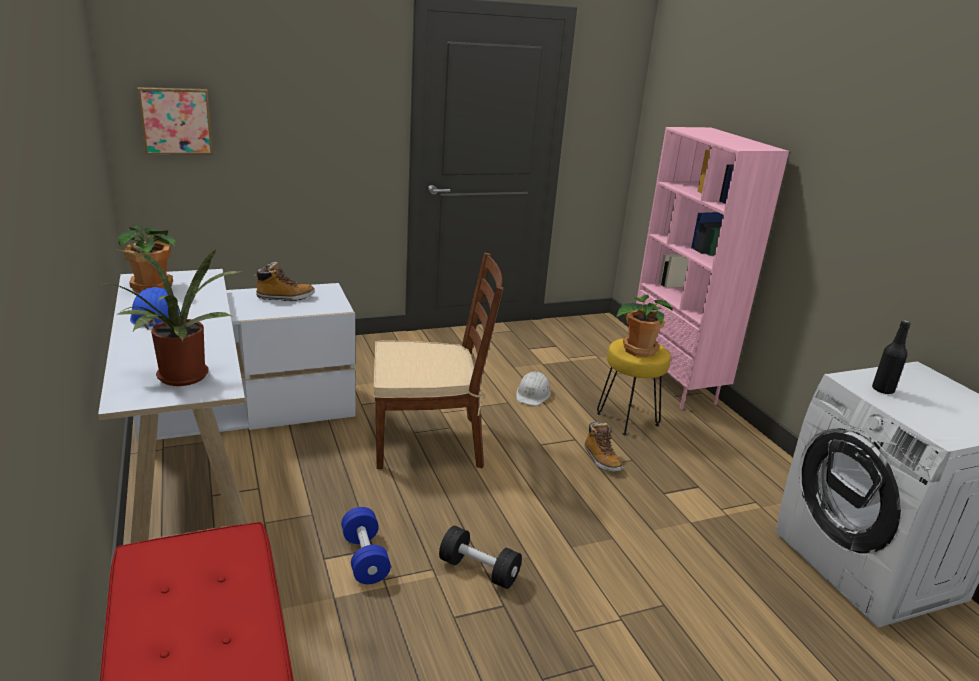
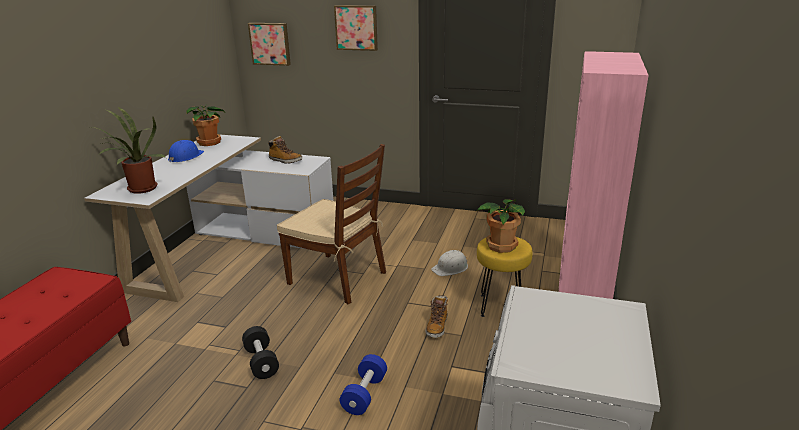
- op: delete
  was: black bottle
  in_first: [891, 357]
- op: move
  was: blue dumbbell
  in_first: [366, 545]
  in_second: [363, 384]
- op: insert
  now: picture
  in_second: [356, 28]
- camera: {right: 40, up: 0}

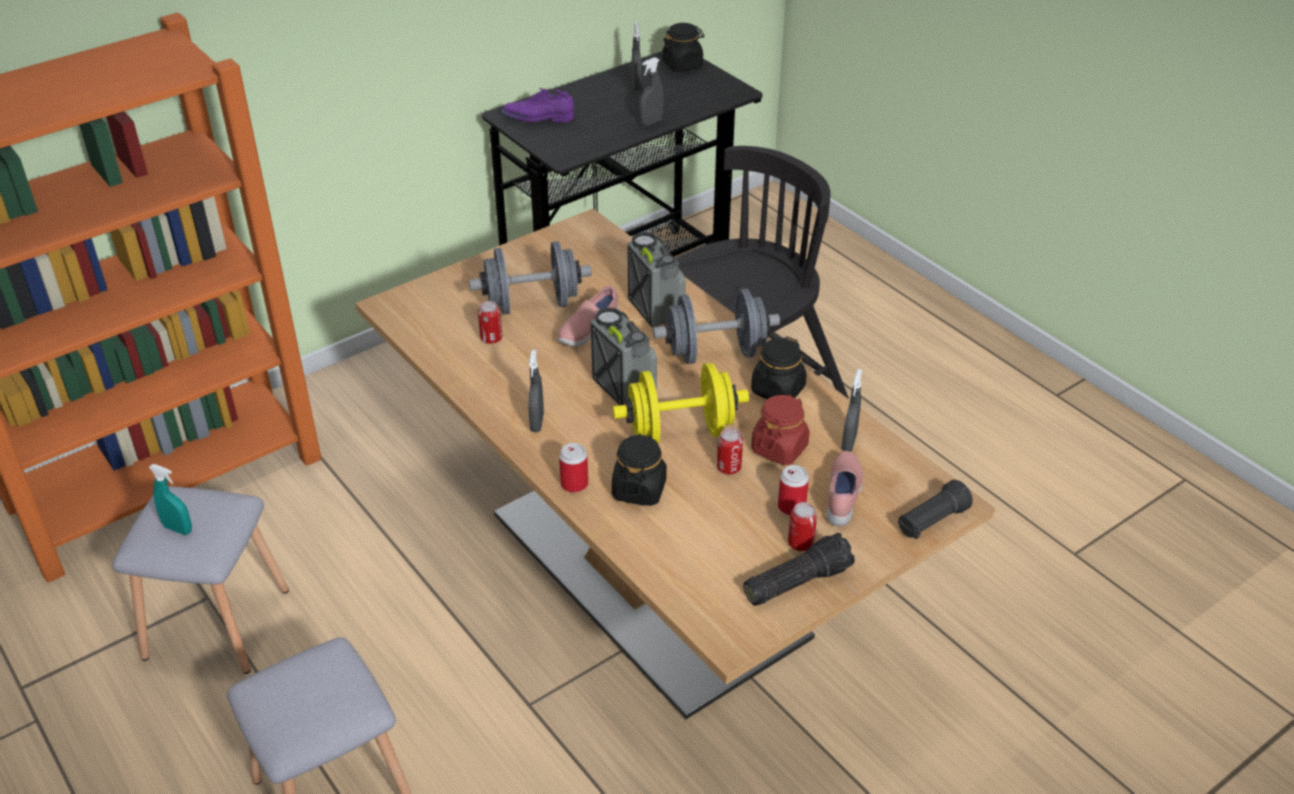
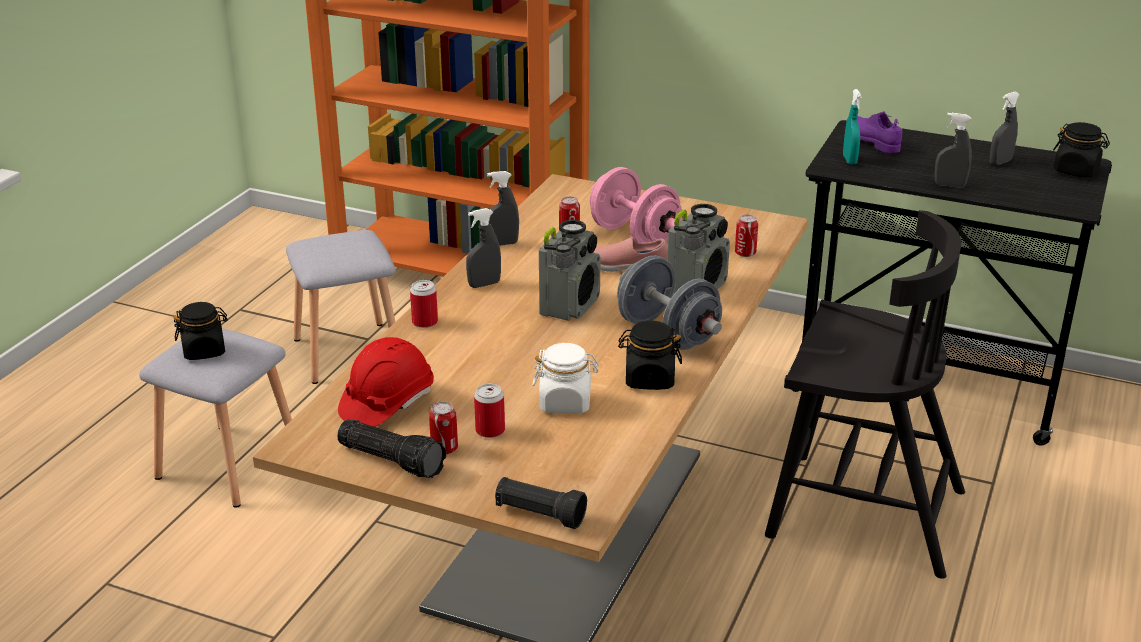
- op: recolor
  was: grey dumbbell
  now: pink dumbbell
  in_first: [530, 277]
  in_second: [636, 205]
- op: delete
  was: yellow dumbbell
  in_first: [681, 403]
- op: move
  was: grey spray bottle
  in_first: [851, 410]
  in_second: [503, 208]
- op: recolor
  was: red jar
  now: white jar
  in_first: [780, 430]
  in_second: [566, 378]
- op: move
  was: can
  in_first: [730, 451]
  in_second: [746, 235]
- op: move
  was: black jar
  in_first: [639, 469]
  in_second: [201, 331]
- op: delete
  was: pink shoe
  in_first: [844, 488]
- op: move
  was: turquoise spray bottle
  in_first: [170, 499]
  in_second: [852, 126]
- op: insert
  now: red hard hat
  in_second: [386, 382]
- camera: {right: 60, up: -10}

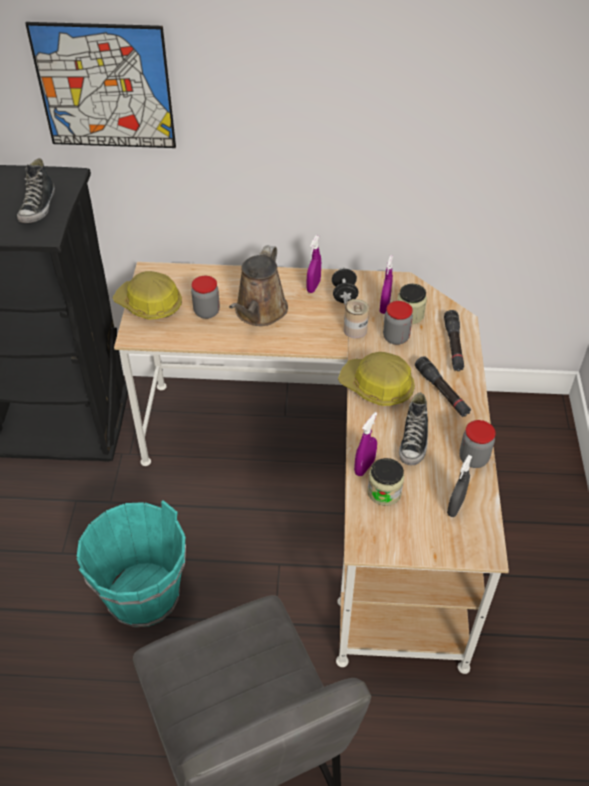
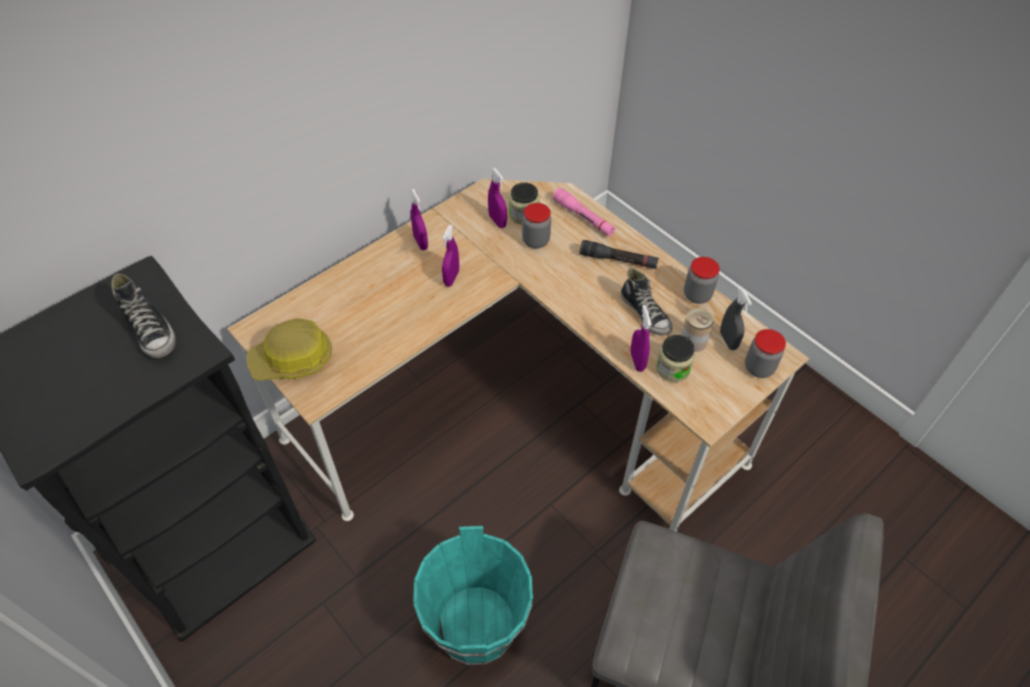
- op: delete
  was: picture
  in_first: [100, 85]
- op: delete
  was: brown watering can
  in_first: [258, 285]
- op: delete
  was: black dumbbell
  in_first: [345, 286]
- op: move
  was: jar
  in_first: [205, 297]
  in_second: [765, 353]
- op: move
  was: can
  in_first: [356, 319]
  in_second: [697, 330]
- op: recolor
  was: black flashlight
  now: pink flashlight
  in_first: [454, 340]
  in_second: [584, 212]
- op: delete
  was: hard hat
  in_first: [376, 379]
- op: insert
  now: purple spray bottle
  in_second: [450, 256]
- camera: {right: -45, up: 5}

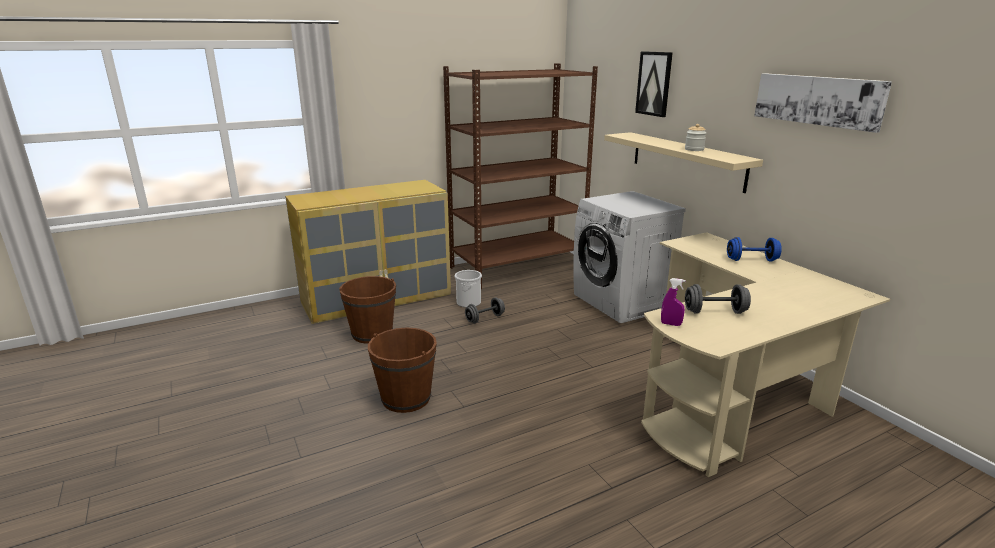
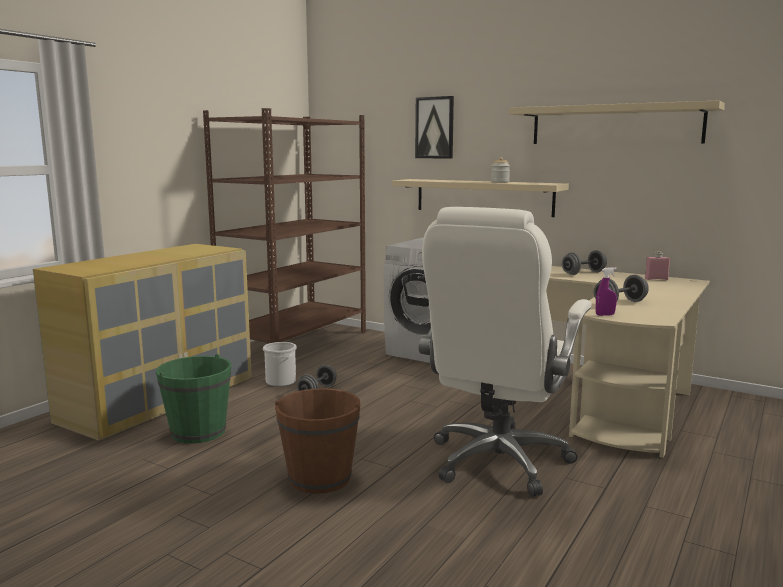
- op: replace
  was: picture
  now: beige shelf
  in_first: [823, 103]
  in_second: [617, 122]
- op: recolor
  was: blue dumbbell
  now: grey dumbbell
  in_first: [754, 249]
  in_second: [584, 262]
- op: recolor
  was: brown bucket
  now: green bucket
  in_first: [367, 310]
  in_second: [194, 399]
- op: insert
  now: white office chair
  in_second: [505, 352]
- op: insert
  now: pink bottle
  in_second: [657, 265]
- camera: {right: -30, up: -10}

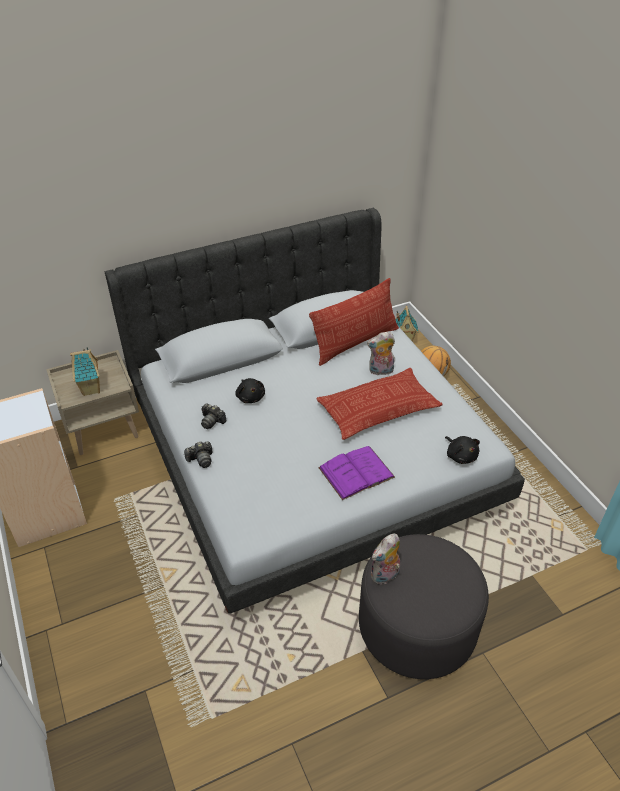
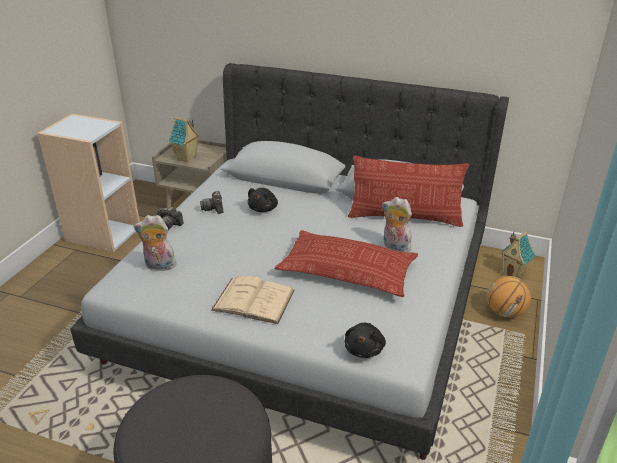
- op: recolor
  was: purple book
  now: beige book
  in_first: [356, 473]
  in_second: [253, 299]
- op: move
  was: plush toy
  in_first: [385, 559]
  in_second: [154, 243]
- camera: {right: 45, up: -10}

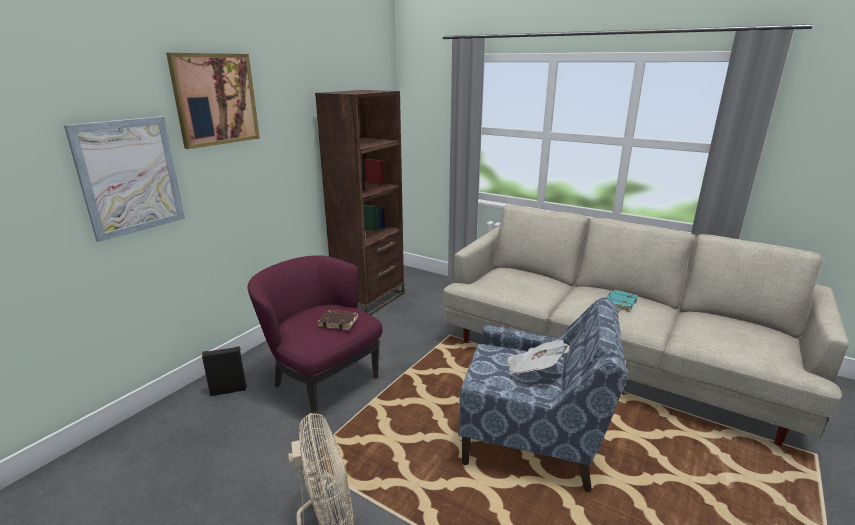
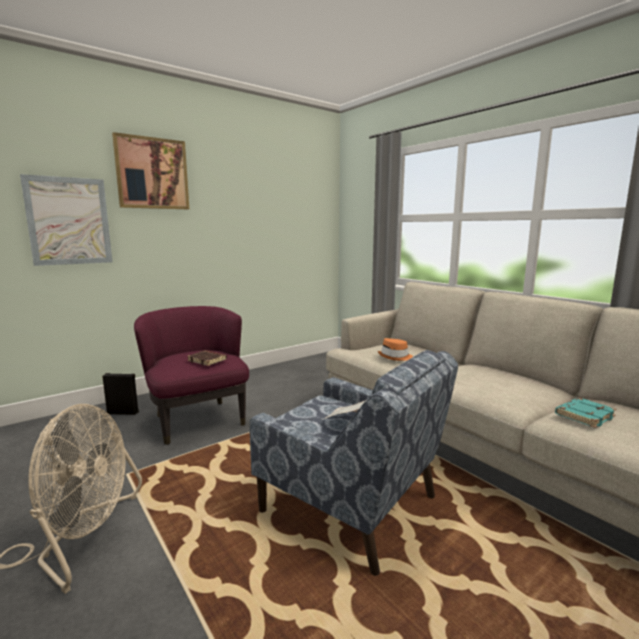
- op: delete
  was: brown bookcase
  in_first: [359, 202]
- op: move
  was: turquoise book
  in_first: [622, 300]
  in_second: [585, 412]
- op: insert
  now: orange hat
  in_second: [395, 349]
- camera: {right: 20, up: -10}

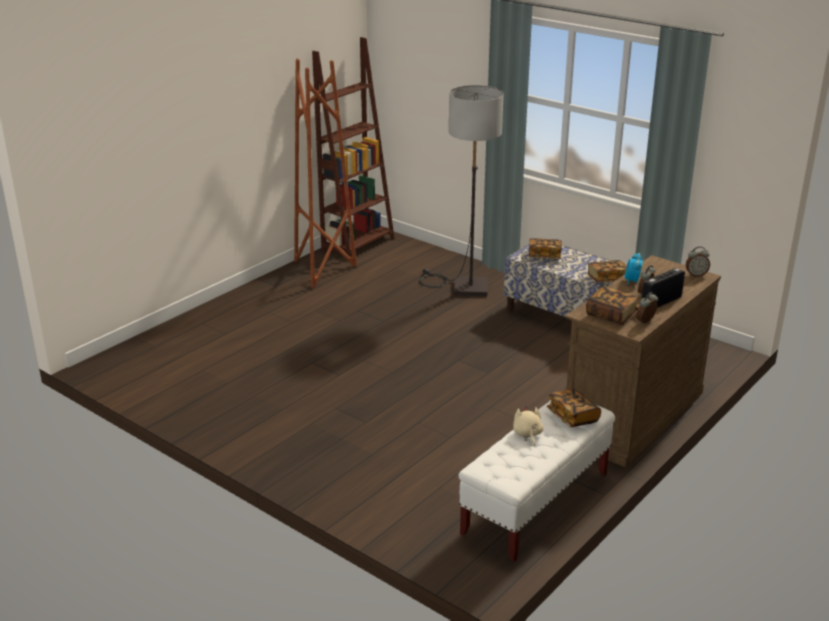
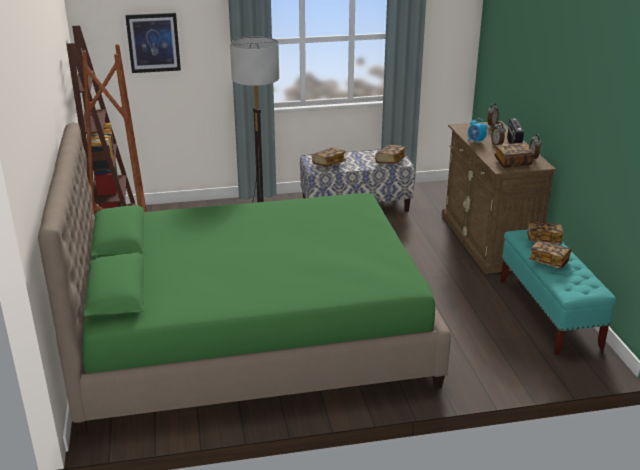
- op: recolor
  was: white bench
  now: turquoise bench
  in_first: [537, 481]
  in_second: [558, 292]
- op: replace
  was: beige plush toy
  now: book
  in_first: [528, 426]
  in_second: [550, 254]
- op: insert
  now: picture
  in_second: [153, 43]
- op: insert
  now: green bed
  in_second: [244, 278]
- camera: {right: -50, up: 0}

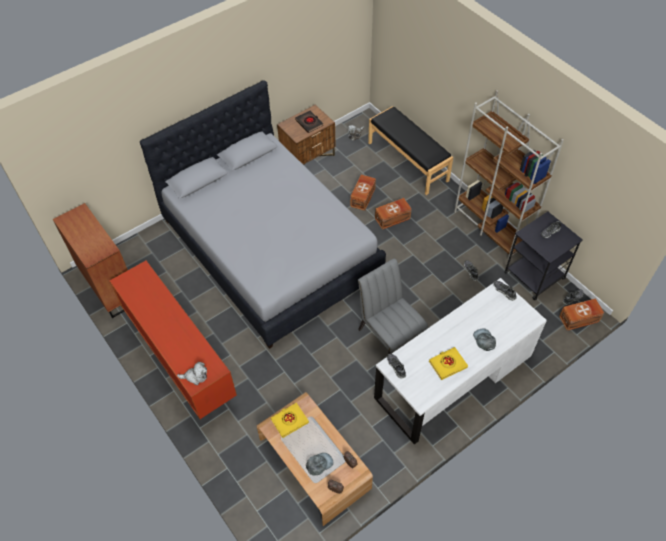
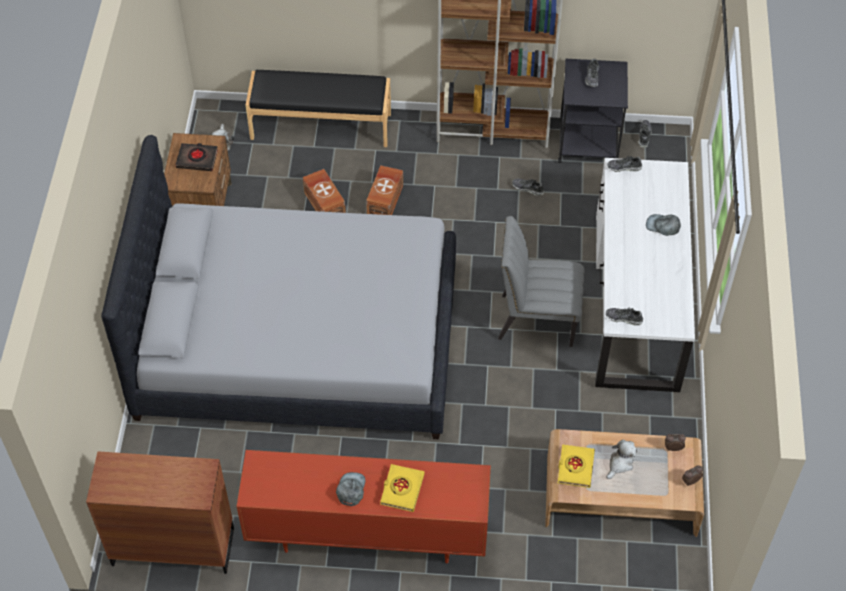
- op: delete
  was: brown storage box
  in_first: [581, 314]
- op: move
  was: yellow book
  in_first: [448, 363]
  in_second: [402, 488]
- op: move
  was: plush toy
  in_first: [192, 373]
  in_second: [621, 459]
- op: move
  was: grey cap
  in_first: [319, 464]
  in_second: [350, 489]
- camera: {right: -50, up: 0}

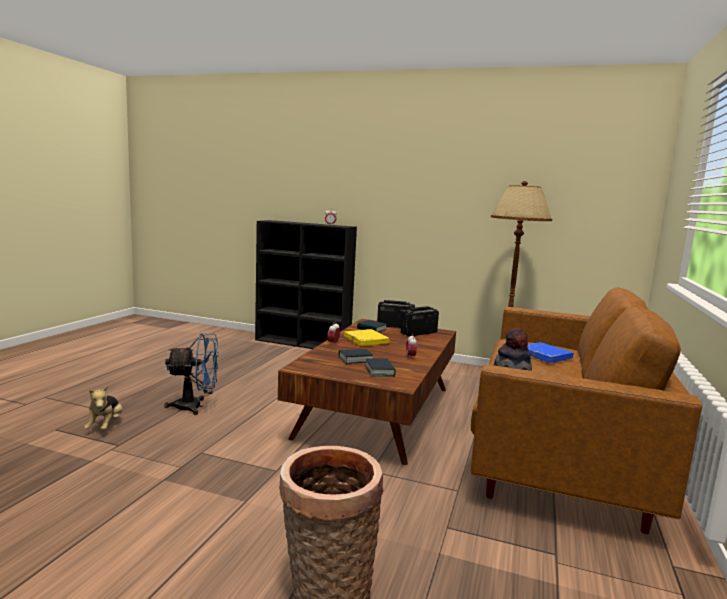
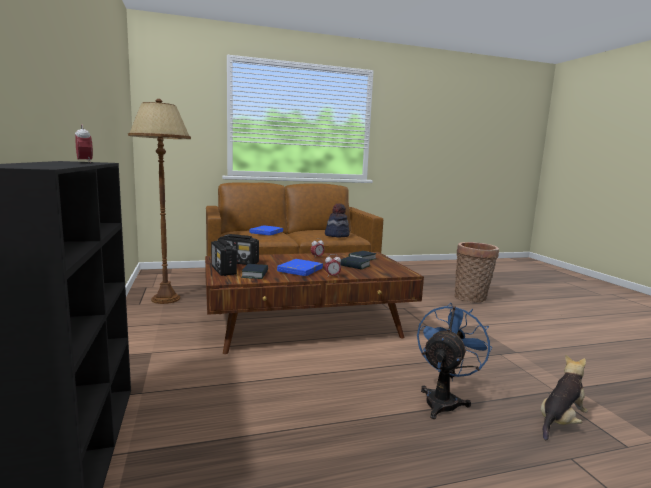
- op: recolor
  was: yellow book
  now: blue book
  in_first: [367, 337]
  in_second: [300, 267]
- op: rotate
  was: blue fan
  in_first: [192, 374]
  in_second: [454, 361]
  clockwise: 75
- camera: {right: -125, up: 0}

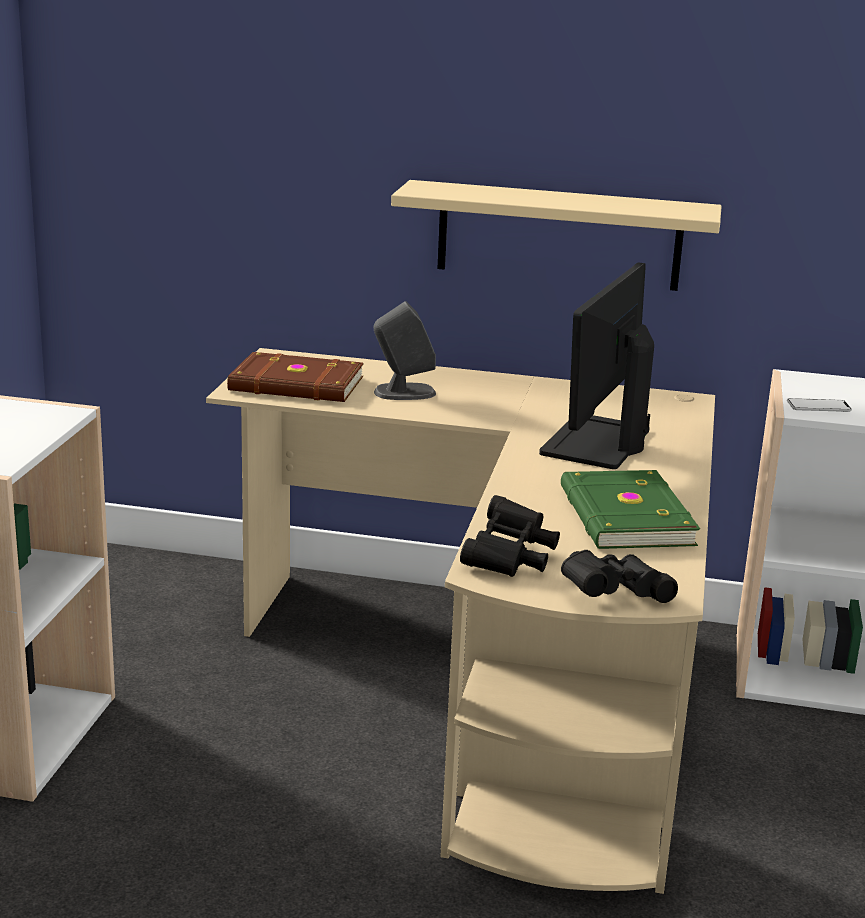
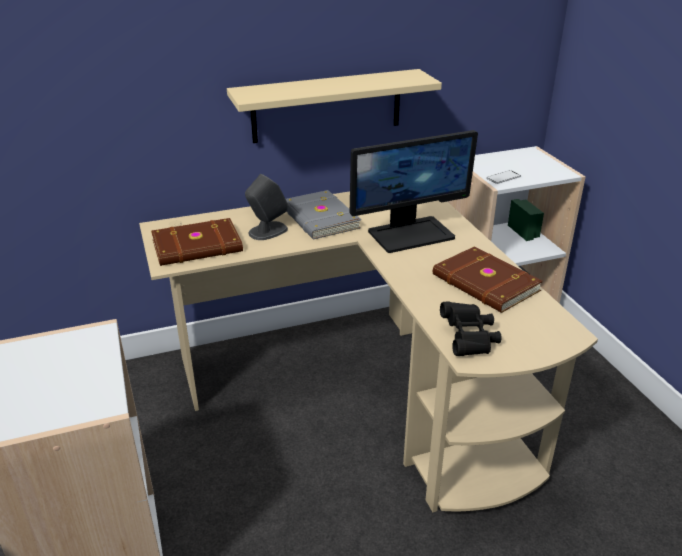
- op: rotate
  was: monitor
  in_first: [596, 366]
  in_second: [414, 191]
  clockwise: -105
- op: recolor
  was: green book
  now: brown book
  in_first: [630, 509]
  in_second: [488, 280]
- op: delete
  was: black binoculars
  in_first: [619, 576]
- op: insert
  now: grey book
  in_second: [323, 214]
- camera: {right: -30, up: 10}

